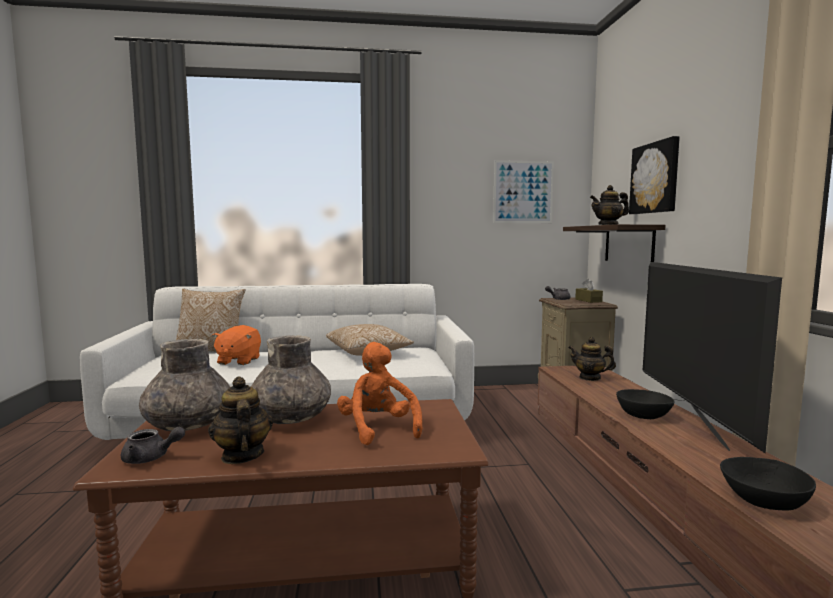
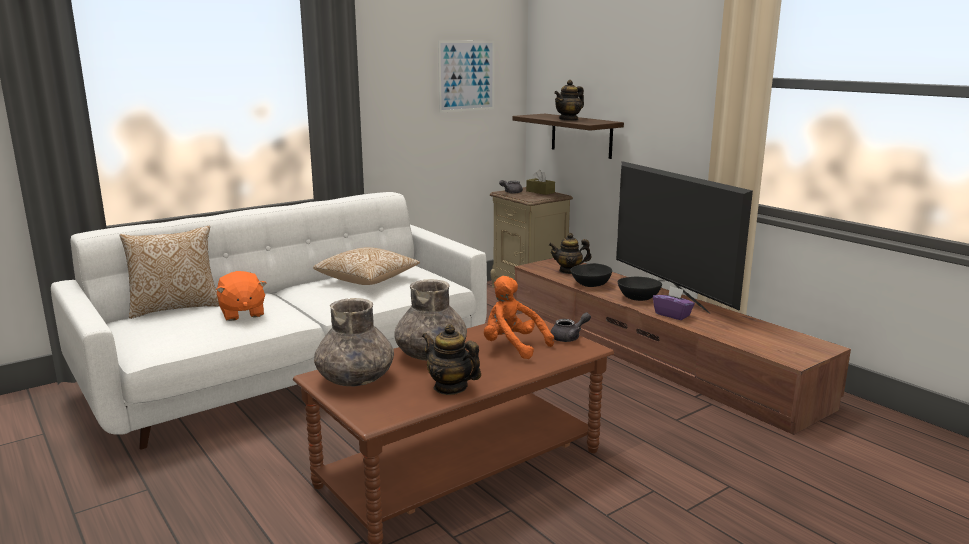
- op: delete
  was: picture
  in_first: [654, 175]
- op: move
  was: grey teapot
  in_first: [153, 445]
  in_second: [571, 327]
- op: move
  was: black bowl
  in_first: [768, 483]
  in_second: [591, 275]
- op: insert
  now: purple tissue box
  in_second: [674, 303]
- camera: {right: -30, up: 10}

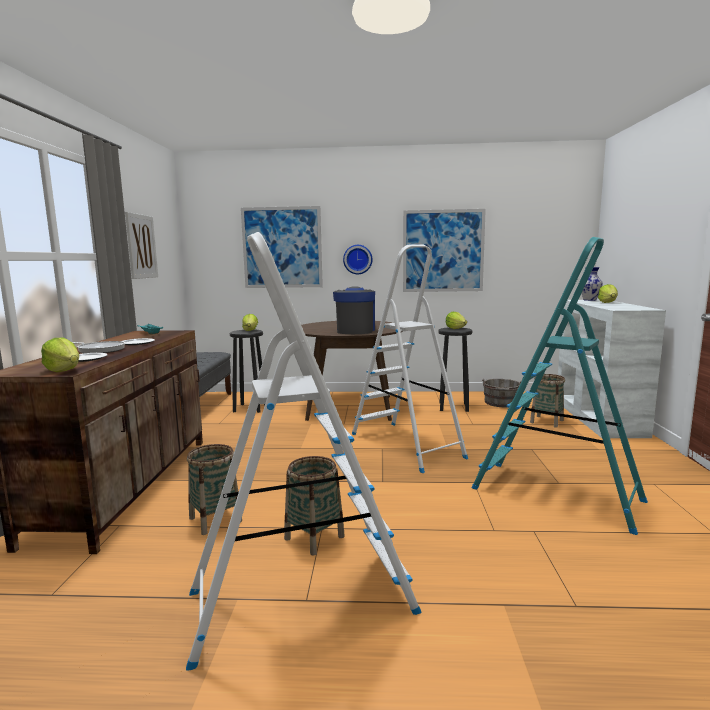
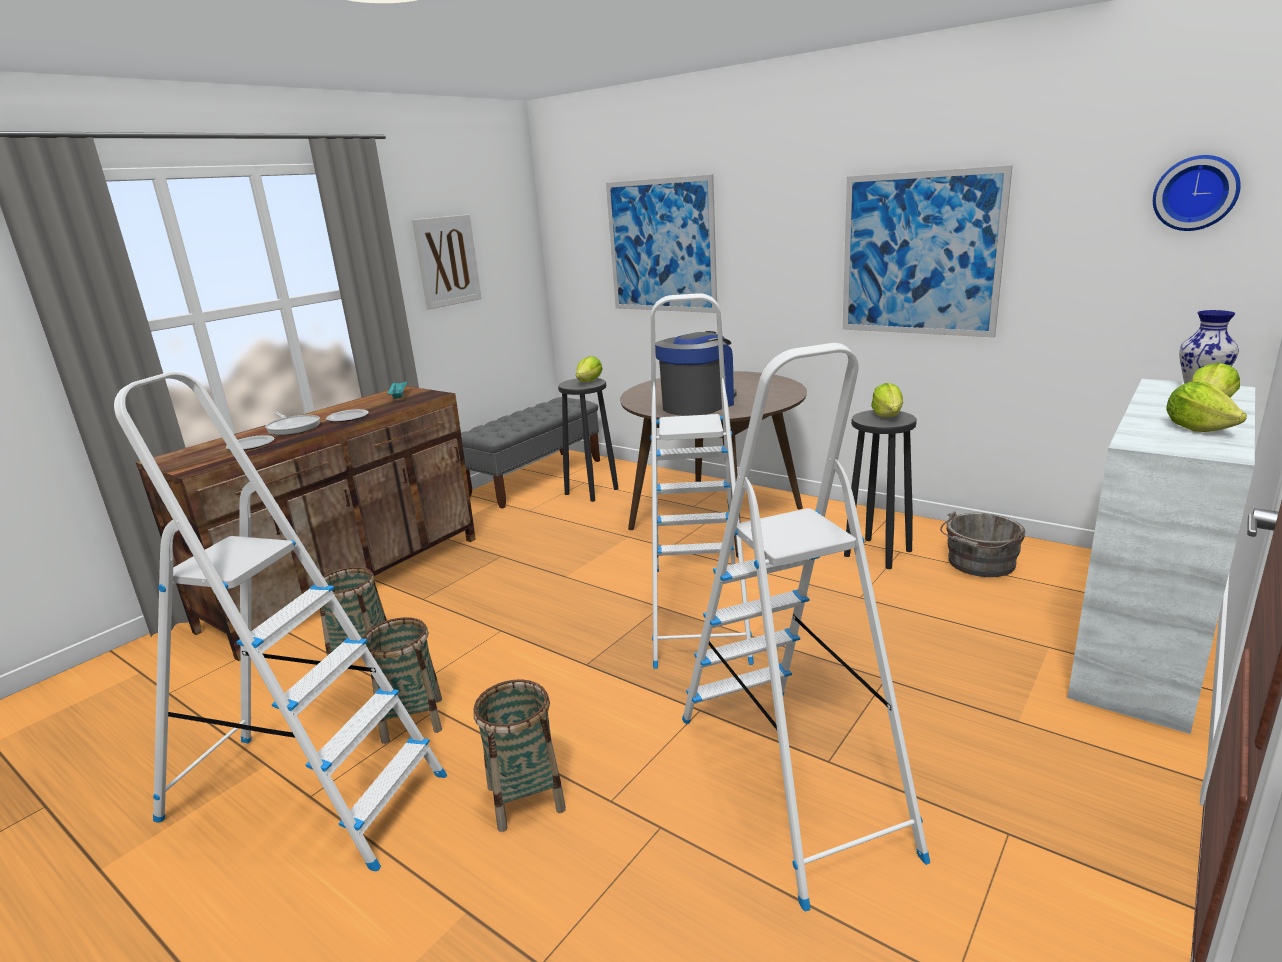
- op: recolor
  was: turquoise step ladder
  now: white step ladder
  in_first: [559, 386]
  in_second: [806, 627]
- op: move
  was: wall clock
  in_first: [357, 259]
  in_second: [1197, 193]
- op: move
  was: lettuce
  in_first: [60, 355]
  in_second: [1206, 407]
- op: move
  was: basket
  in_first: [547, 401]
  in_second: [519, 755]
- camera: {right: 35, up: 10}

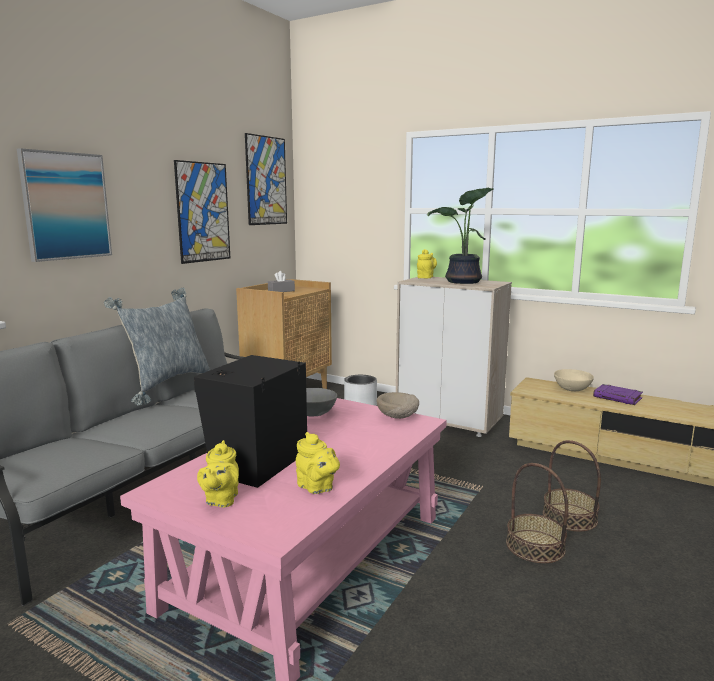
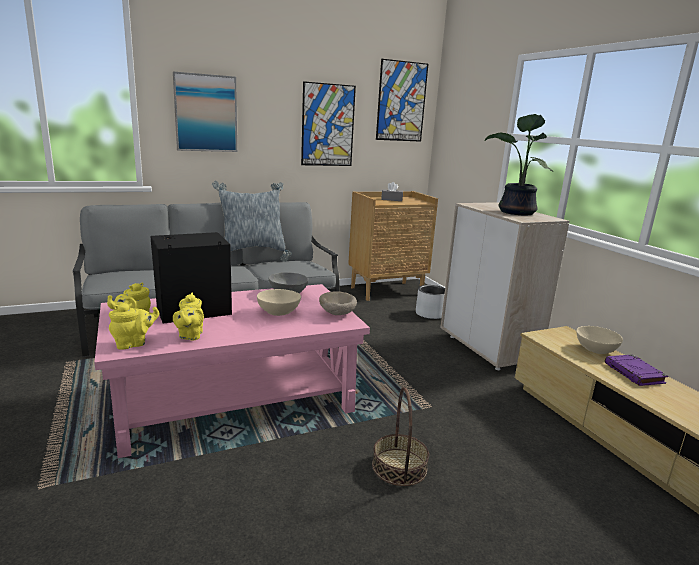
- op: move
  was: yellow teapot
  in_first: [427, 263]
  in_second: [134, 326]
- op: delete
  was: basket
  in_first: [572, 486]
- op: insert
  now: beige bowl
  in_second: [279, 302]
- camera: {right: 35, up: 5}

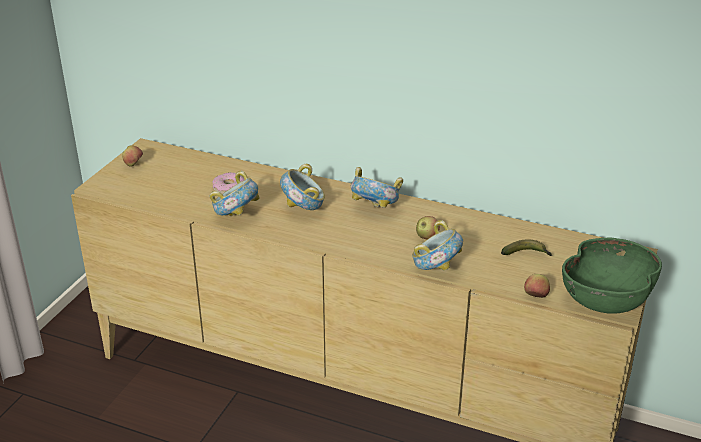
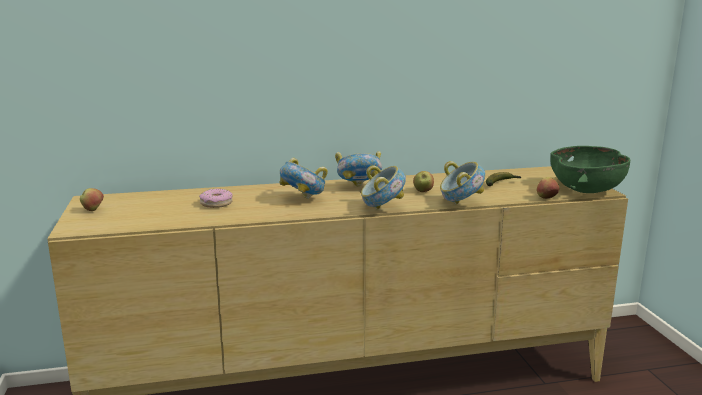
- op: move
  was: bowl
  in_first: [235, 193]
  in_second: [383, 187]
- camera: {right: -35, up: -15}

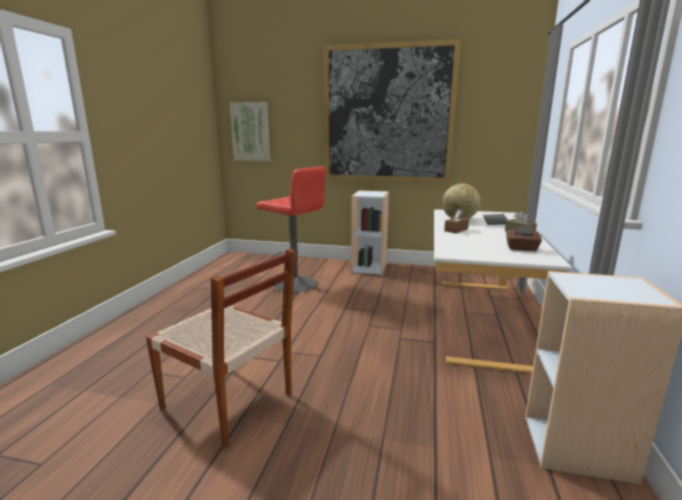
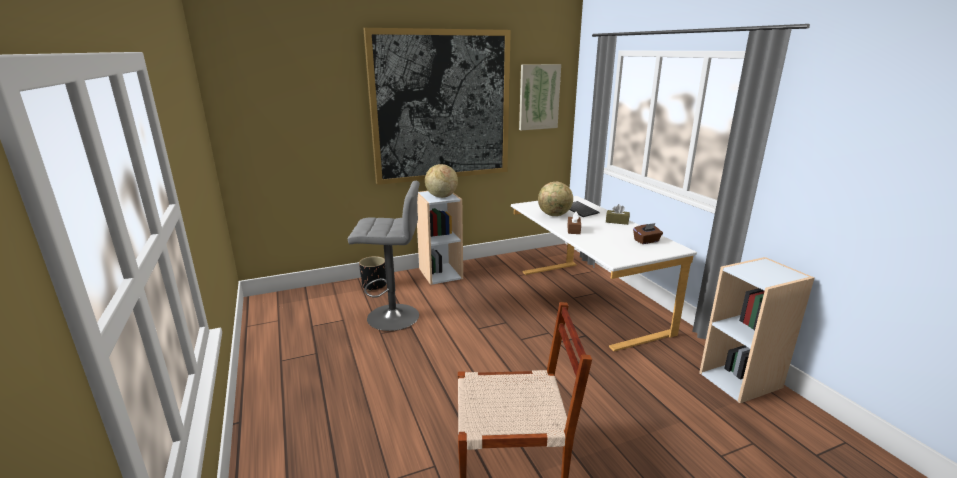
- op: move
  was: picture
  in_first: [250, 131]
  in_second: [540, 97]
- op: recolor
  was: red stool
  now: grey stool
  in_first: [291, 229]
  in_second: [384, 256]
- op: insert
  now: globe
  in_second: [441, 181]
- op: insert
  now: black planter
  in_second: [372, 273]
- camera: {right: -35, up: 5}

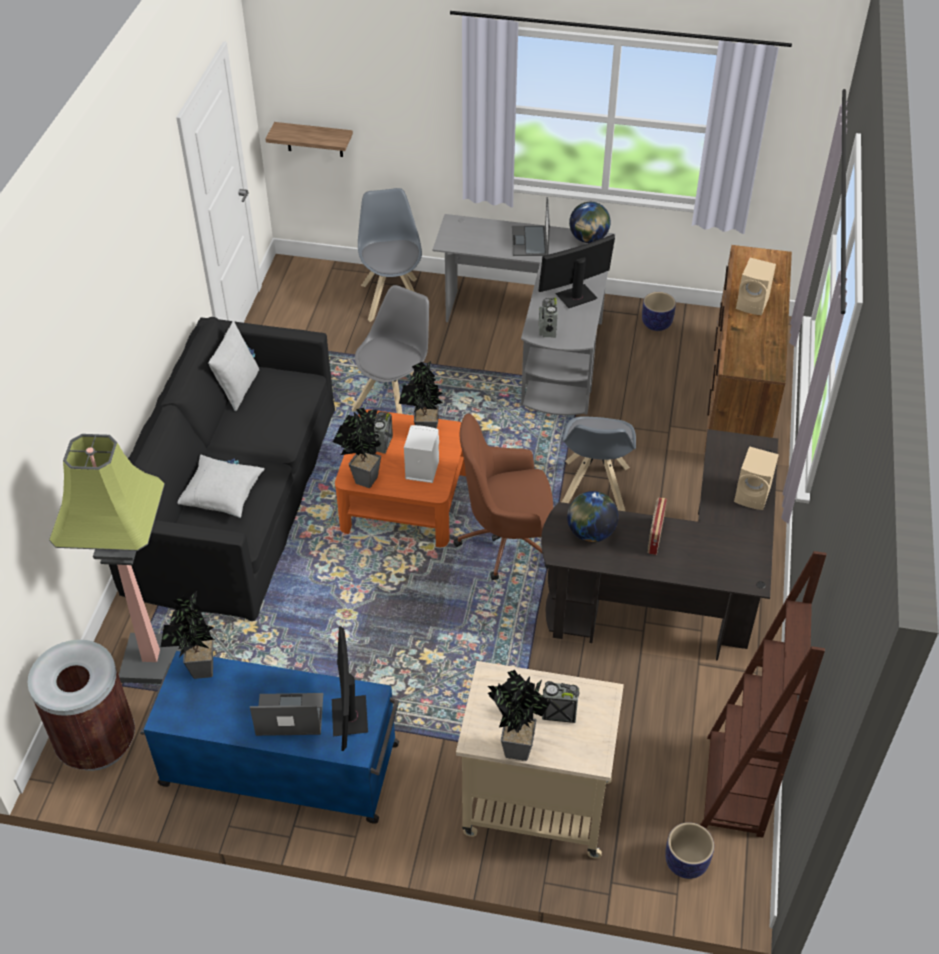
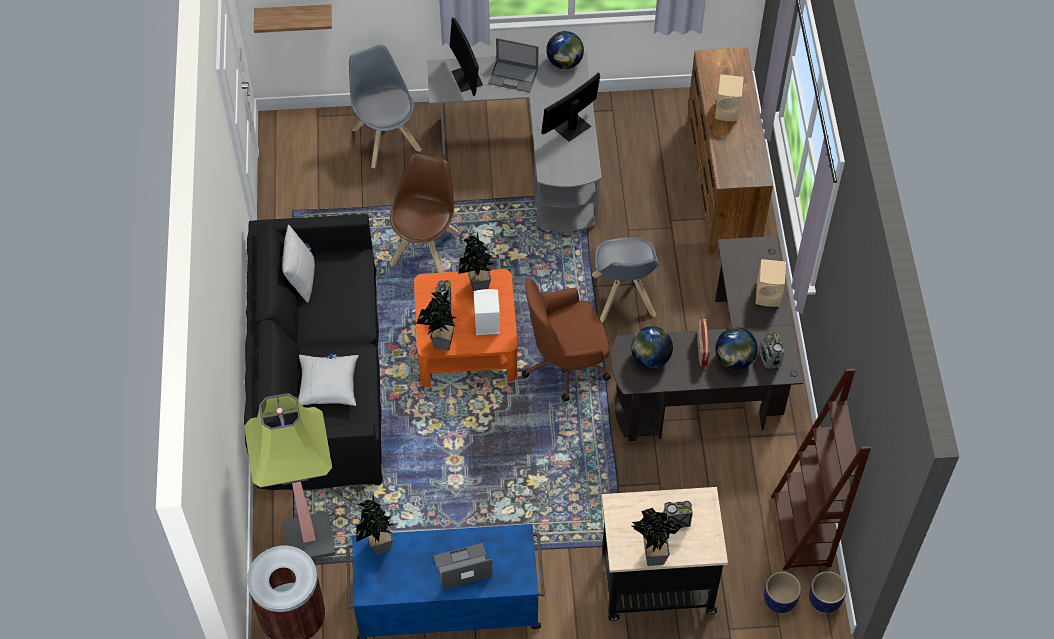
- op: rotate
  was: laptop
  in_first: [531, 226]
  in_second: [513, 65]
  clockwise: -60
- op: recolor
  was: grey chair
  now: brown chair
  in_first: [390, 349]
  in_second: [424, 213]
- op: move
  was: planter
  in_first: [659, 311]
  in_second: [828, 592]
- op: move
  was: radio
  in_first: [548, 317]
  in_second: [771, 350]
- op: move
  was: monitor
  in_first: [350, 689]
  in_second: [466, 57]
- op: recolor
  was: beige cart
  now: black cart
  in_first: [540, 760]
  in_second: [665, 554]
- op: insert
  now: globe
  in_second: [736, 348]
- camera: {right: -15, up: 10}

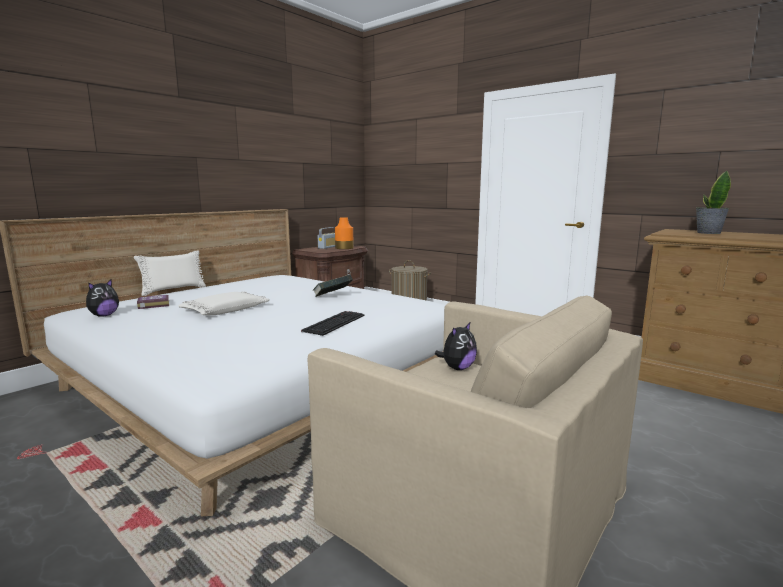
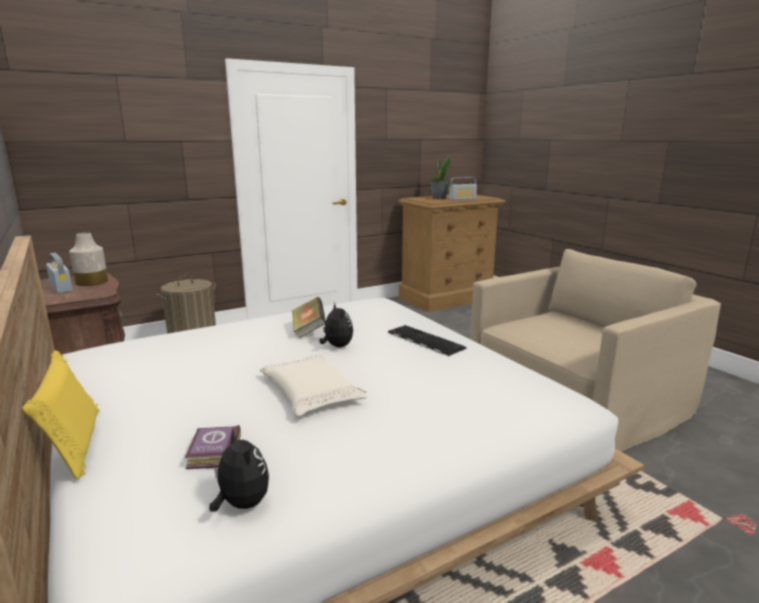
- op: recolor
  was: orange vase
  now: beige vase
  in_first: [344, 233]
  in_second: [88, 259]
- op: recolor
  was: white pillow
  now: yellow pillow
  in_first: [170, 273]
  in_second: [61, 415]
- op: move
  was: plush toy
  in_first: [456, 346]
  in_second: [336, 325]
- op: insert
  now: radio
  in_second: [463, 188]
- camera: {right: -70, up: 5}

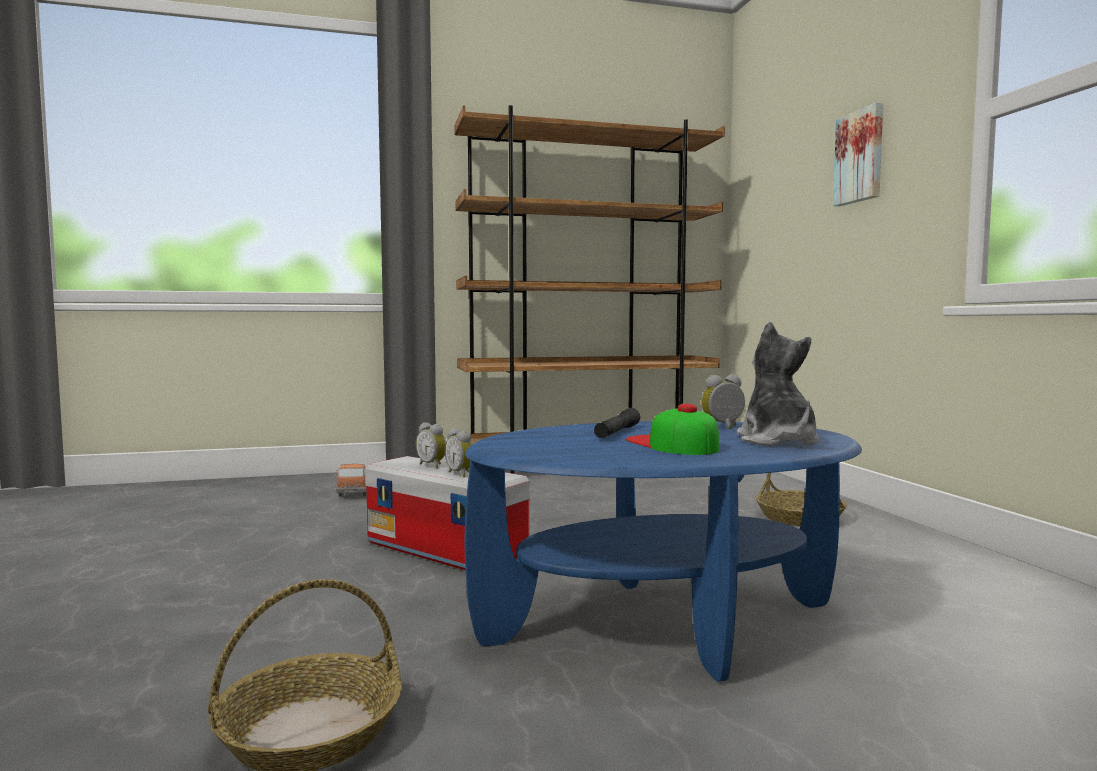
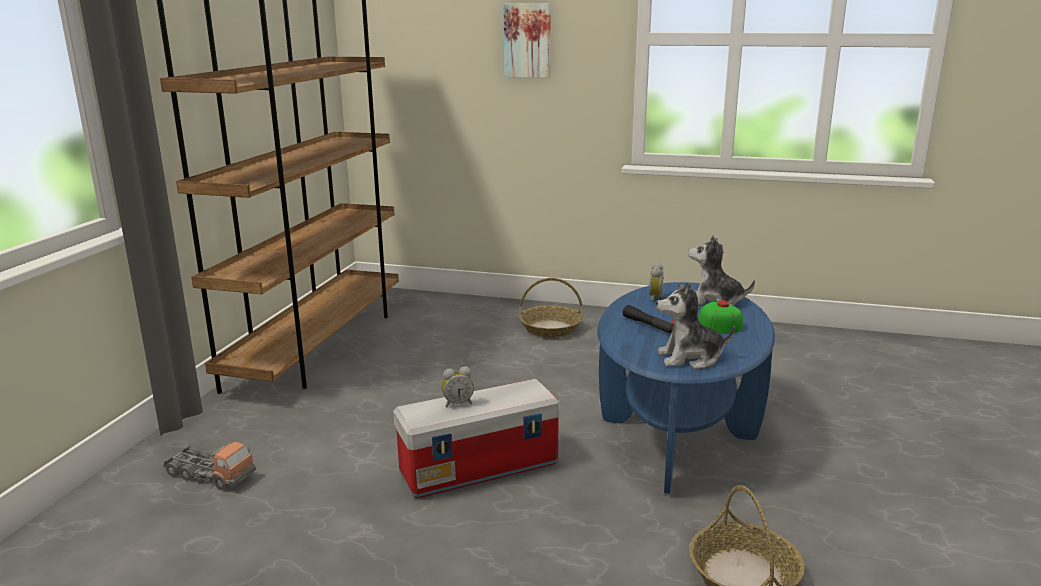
- op: delete
  was: alarm clock
  in_first: [459, 452]
- op: insert
  now: plush toy
  in_second: [695, 325]
- camera: {right: -60, up: 15}

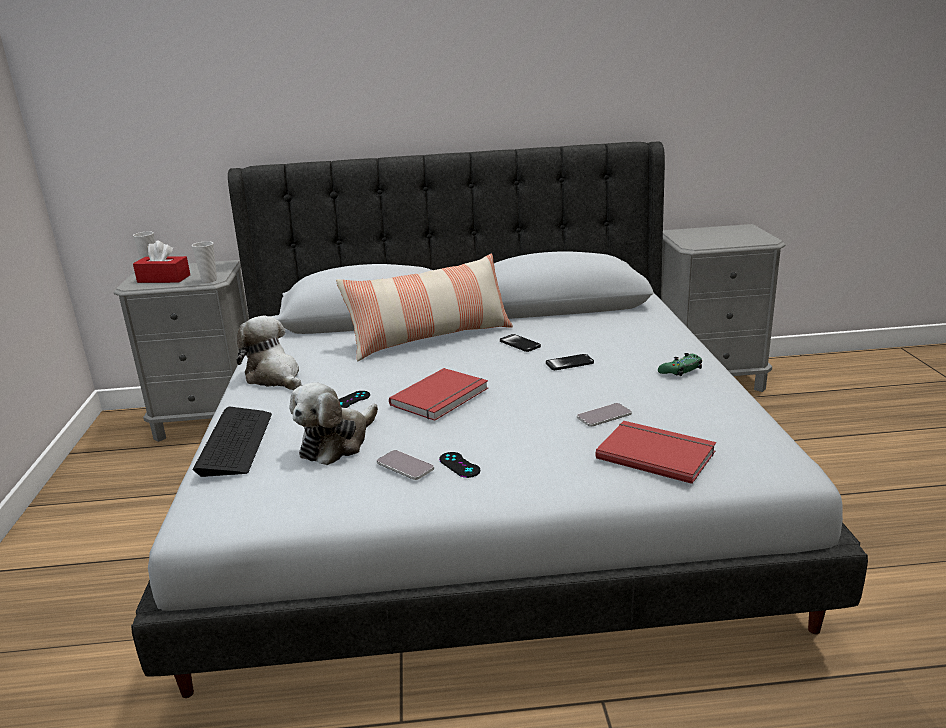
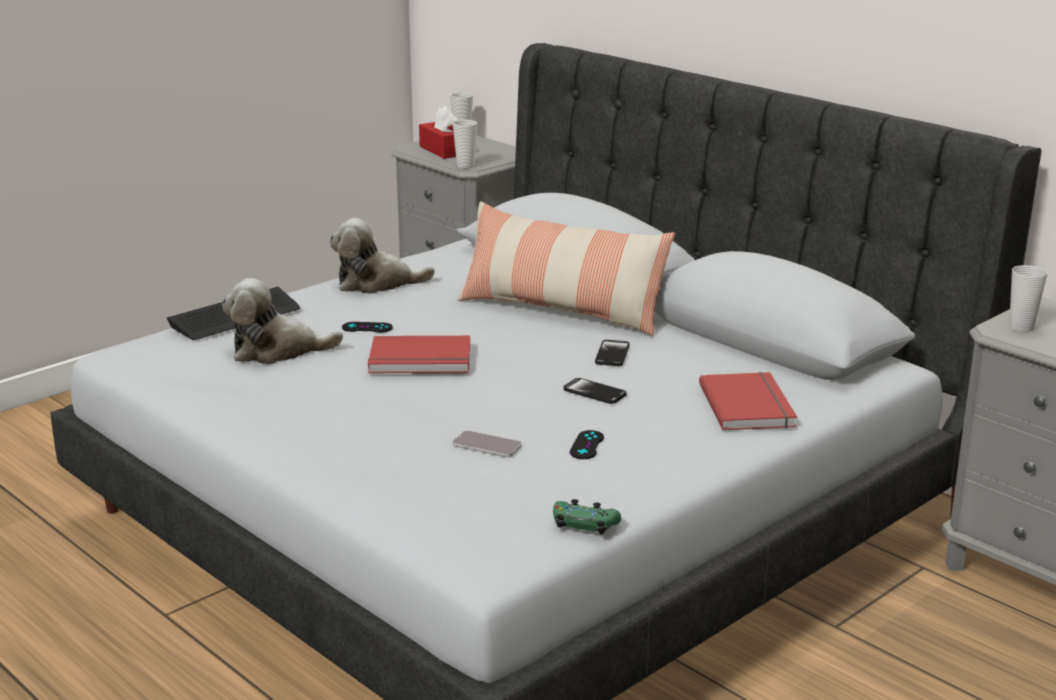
- op: rotate
  was: plush toy
  in_first: [269, 353]
  in_second: [382, 256]
  clockwise: -105
- op: move
  was: green game controller
  in_first: [680, 364]
  in_second: [587, 516]
- op: move
  was: red book
  in_first: [656, 452]
  in_second: [748, 401]
- op: delete
  was: phone
  in_first: [405, 465]
- op: move
  was: black game controller
  in_first: [459, 465]
  in_second: [587, 444]
- op: insert
  now: cup
  in_second: [1028, 298]
- camera: {right: 50, up: 0}

